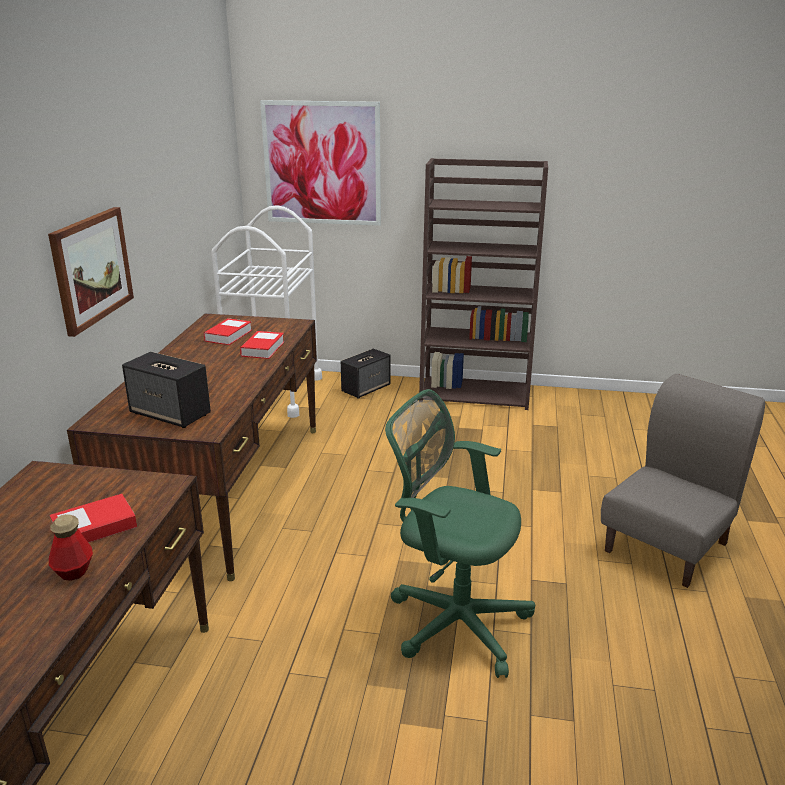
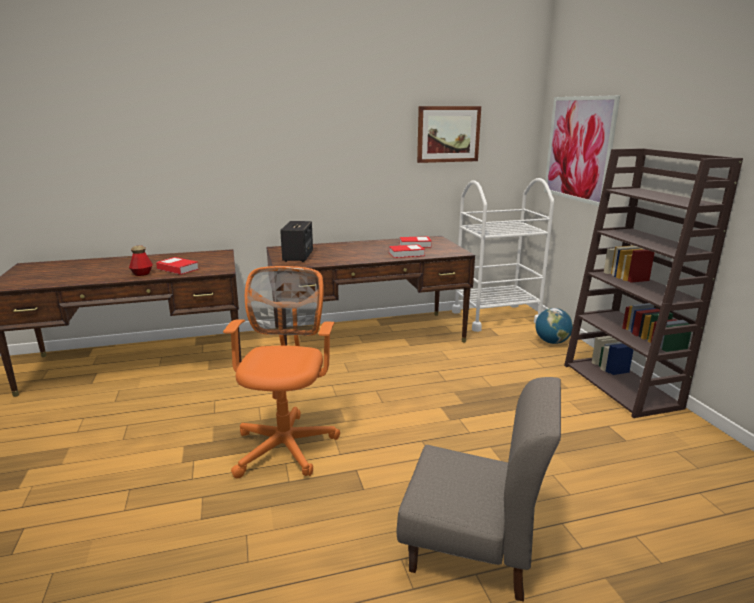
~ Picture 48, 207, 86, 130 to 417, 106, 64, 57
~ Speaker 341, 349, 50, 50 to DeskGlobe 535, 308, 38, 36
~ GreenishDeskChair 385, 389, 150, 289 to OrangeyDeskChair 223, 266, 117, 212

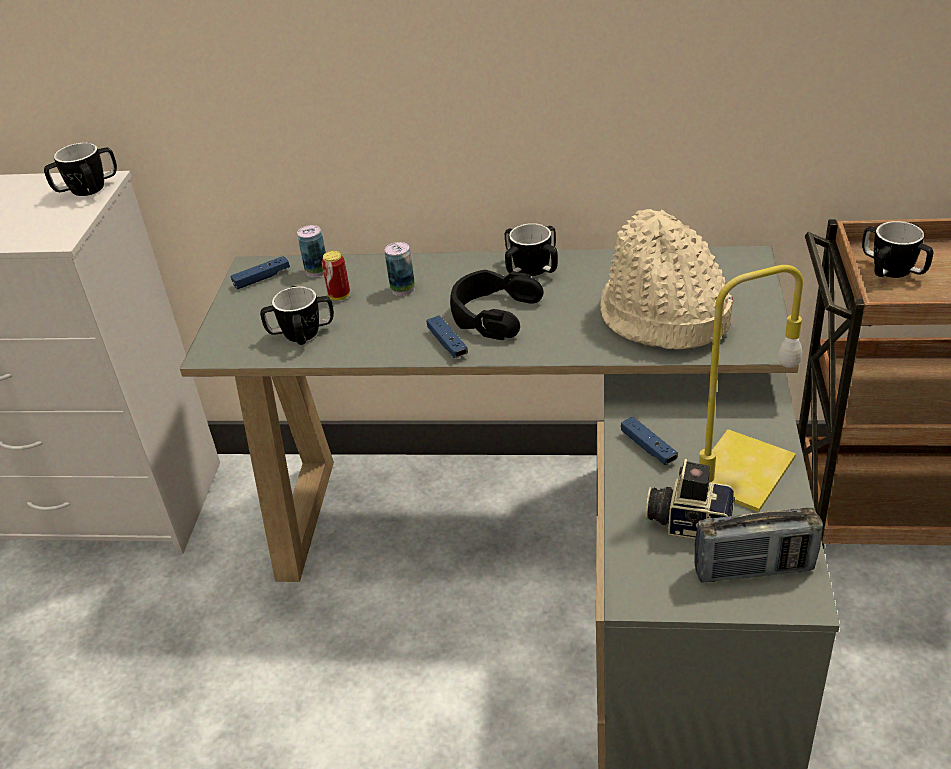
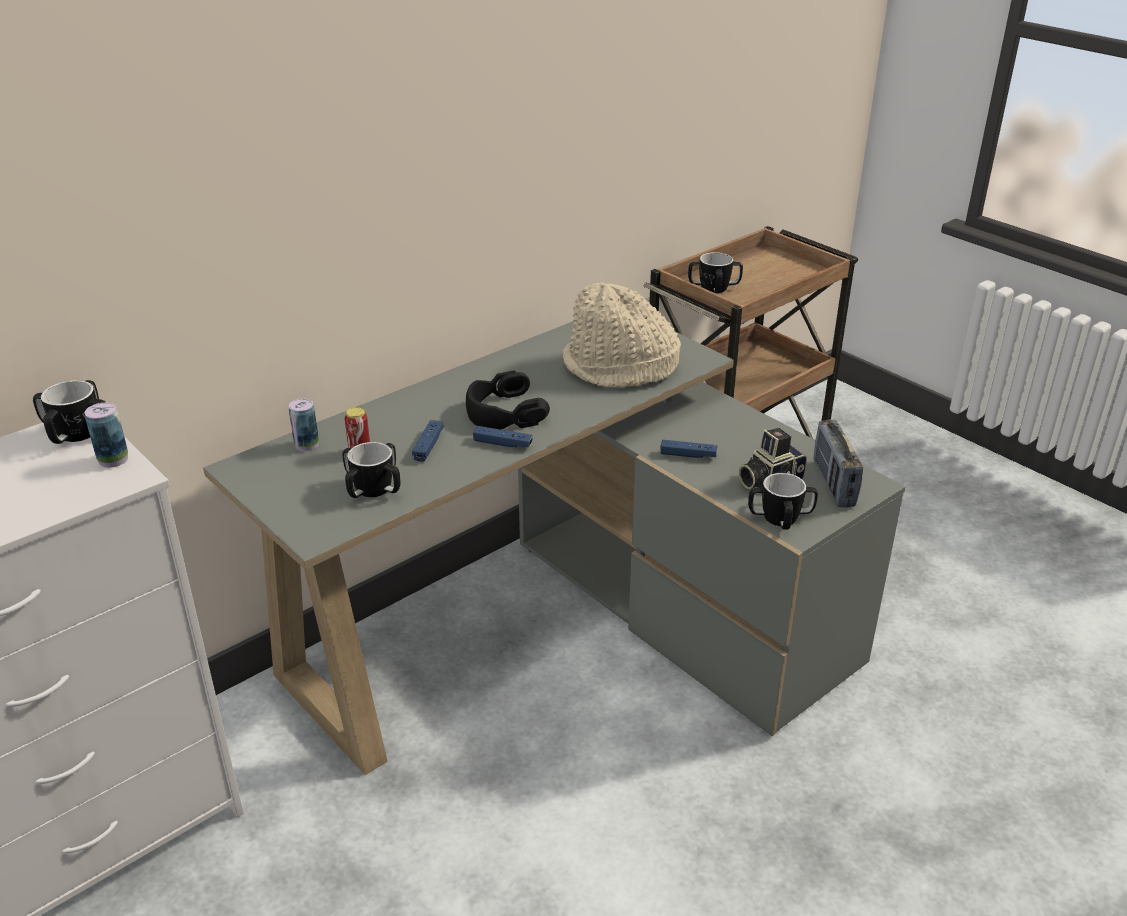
~ BlueColouredJoypad 231, 256, 59, 33 to 412, 420, 32, 42
~ Can 385, 242, 30, 54 to 85, 403, 43, 65
~ Mug 505, 223, 53, 53 to 748, 471, 70, 59
~ RadioSet 694, 508, 129, 75 = 814, 420, 49, 87 135 degrees clockwise
- YellowColouredLampForATable 699, 265, 104, 247

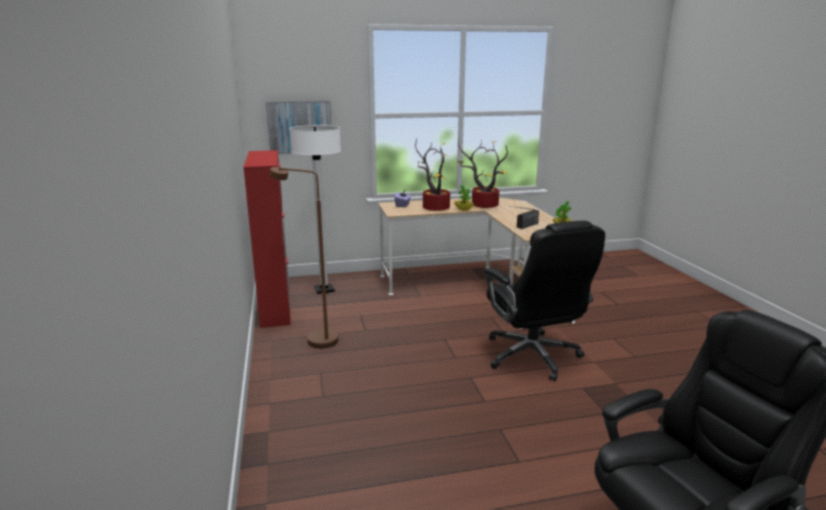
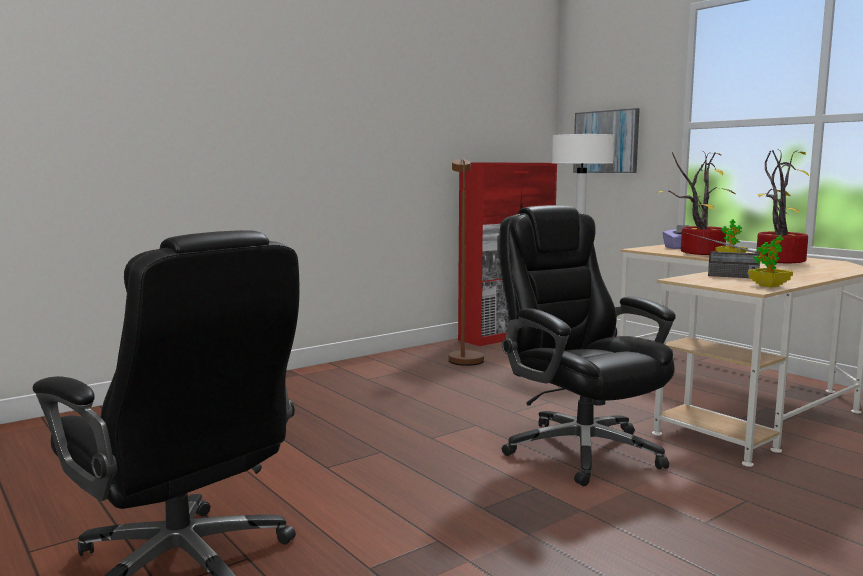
~ BlackishDeskChair 484, 221, 121, 160 = 499, 205, 177, 281 105 degrees clockwise

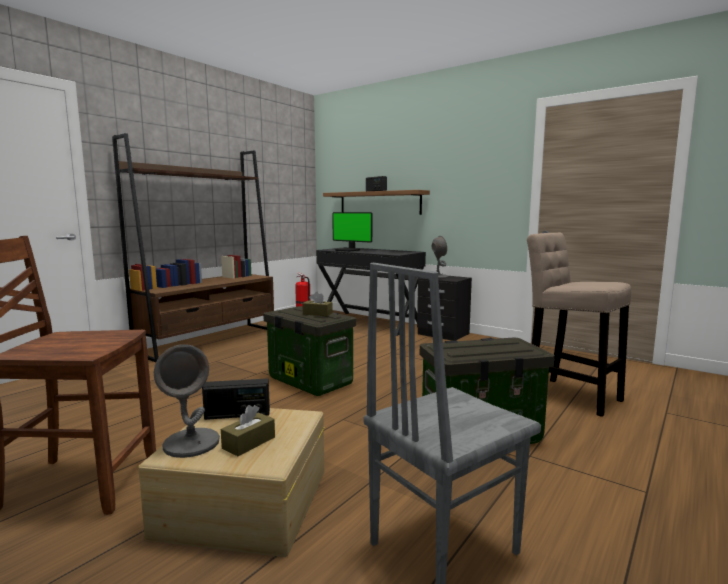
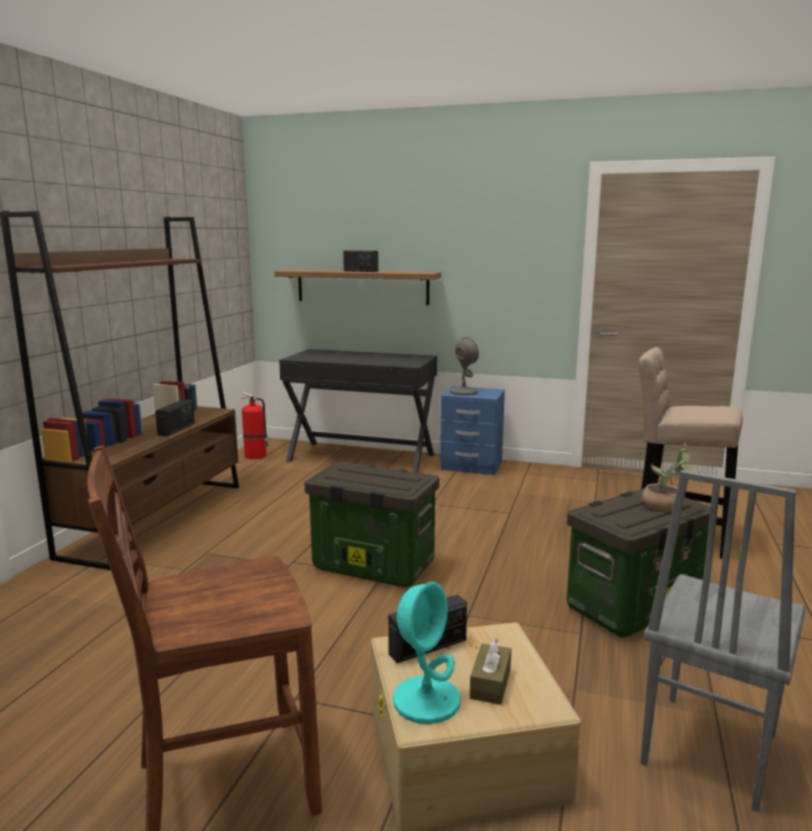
~ GrayLampForATable 154, 344, 66, 114 to TurquoiseLampForATable 393, 582, 68, 142
- BrownColouredBoxOfTissues 302, 292, 31, 24
- ComputerScreen 332, 212, 40, 40
~ BlackishBedsideTable 417, 276, 55, 65 to BlueColouredBedsideTable 440, 386, 65, 89
+ RadioSet 155, 399, 40, 37
+ PottedPlant 642, 443, 57, 68

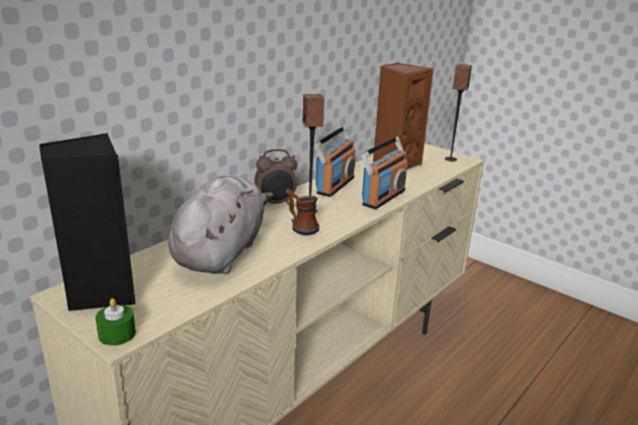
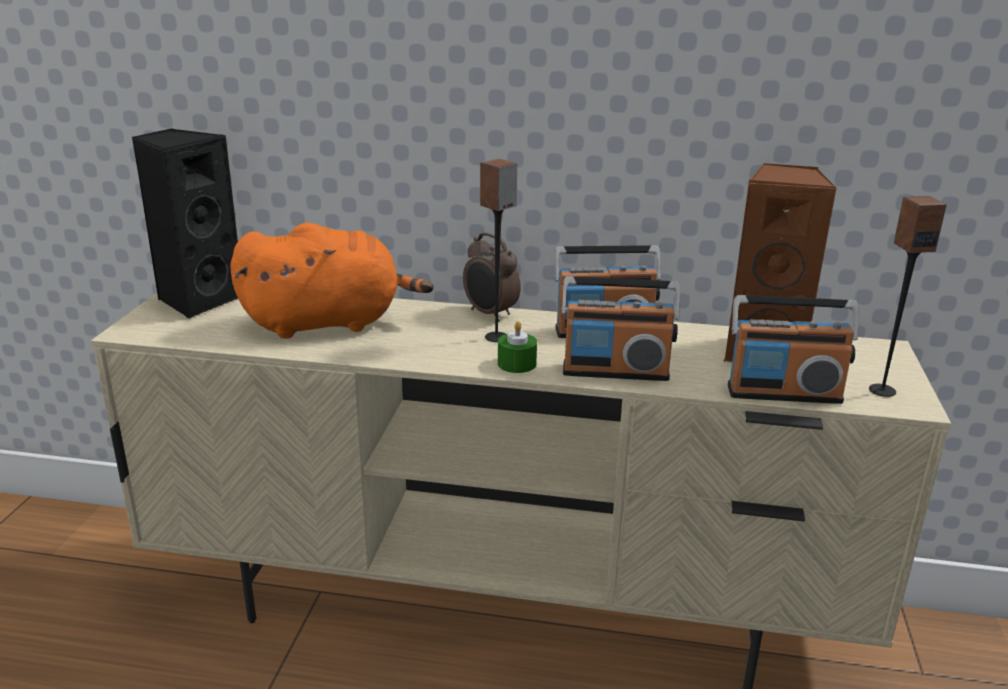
~ GreenishWaxLight 95, 298, 41, 48 to 498, 321, 39, 52
~ GrayCuddlyToy 168, 175, 106, 99 to OrangeyCuddlyToy 230, 223, 204, 115
- Mug 285, 188, 34, 47
+ RadioSet 728, 295, 131, 109

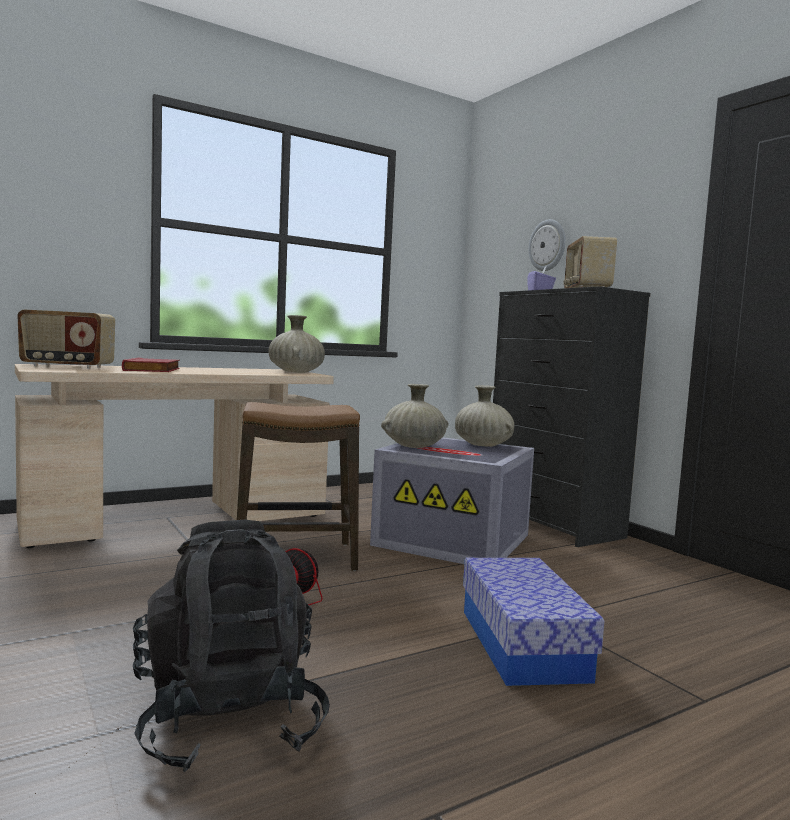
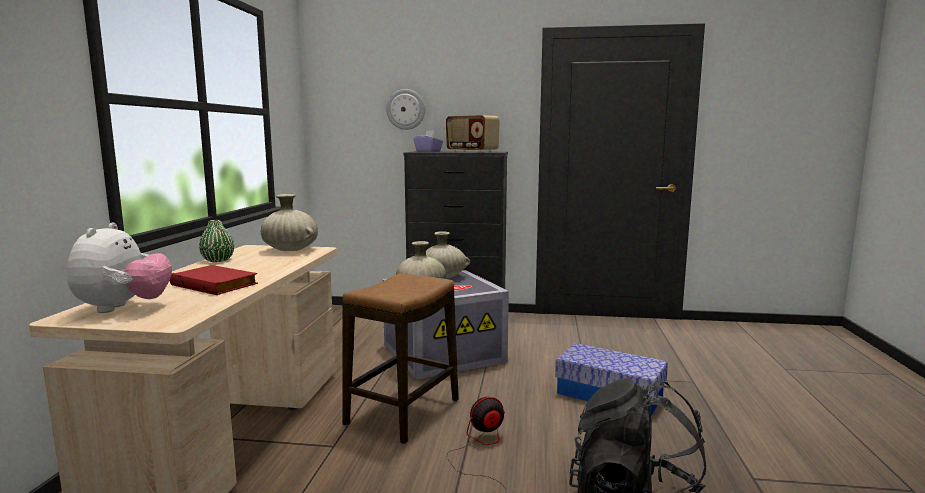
~ RadioSet 17, 310, 98, 59 to CuddlyToy 67, 223, 105, 90
+ GreenishDecorativeVase 199, 220, 35, 42

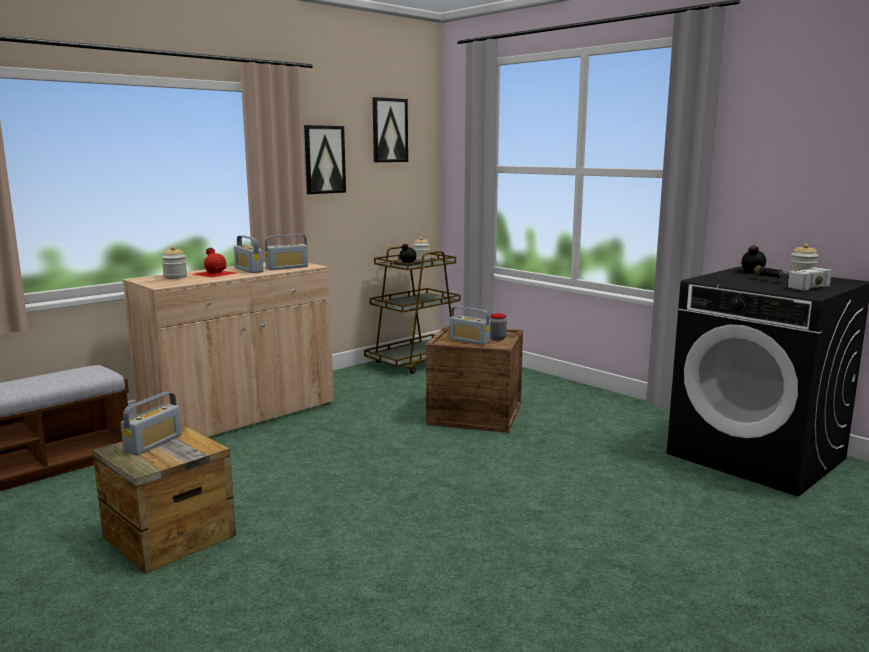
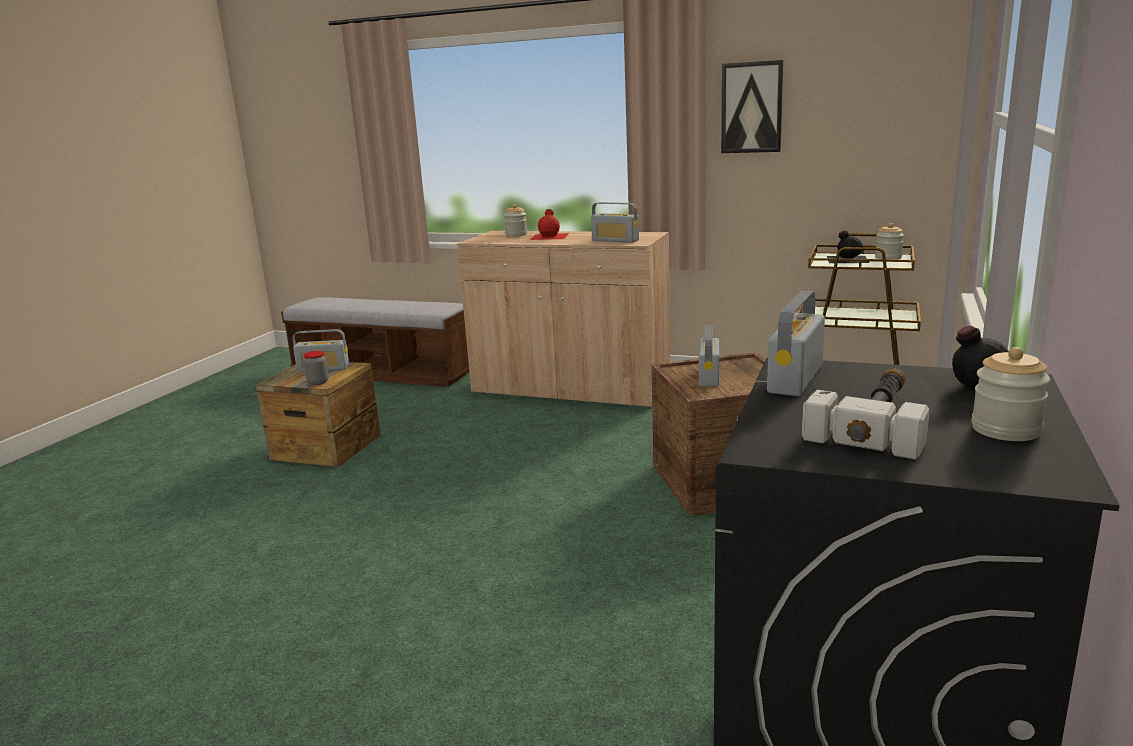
~ RadioSet 234, 235, 30, 38 to 767, 291, 58, 105
- Picture 372, 97, 36, 65
~ StorageJar 490, 314, 17, 26 to 303, 351, 26, 34

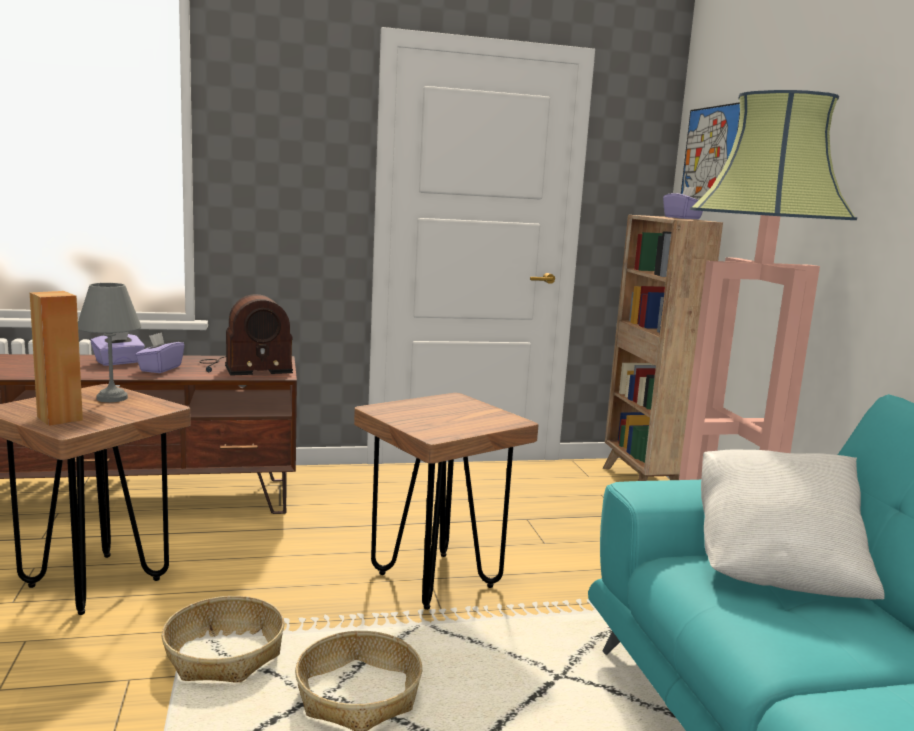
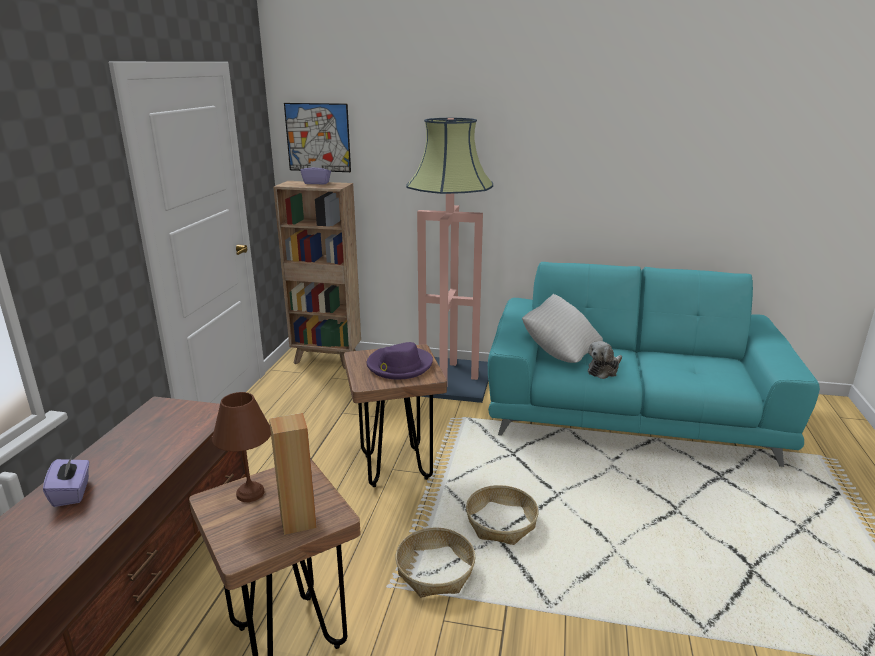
~ GrayLampForATable 78, 283, 63, 119 to BrownColouredLampForATable 212, 392, 59, 110
- PurpleBoxOfTissues 135, 332, 49, 41
- RadioSet 199, 294, 94, 82
+ PurpleClothingHat 367, 342, 66, 37
+ CuddlyToy 588, 341, 34, 38

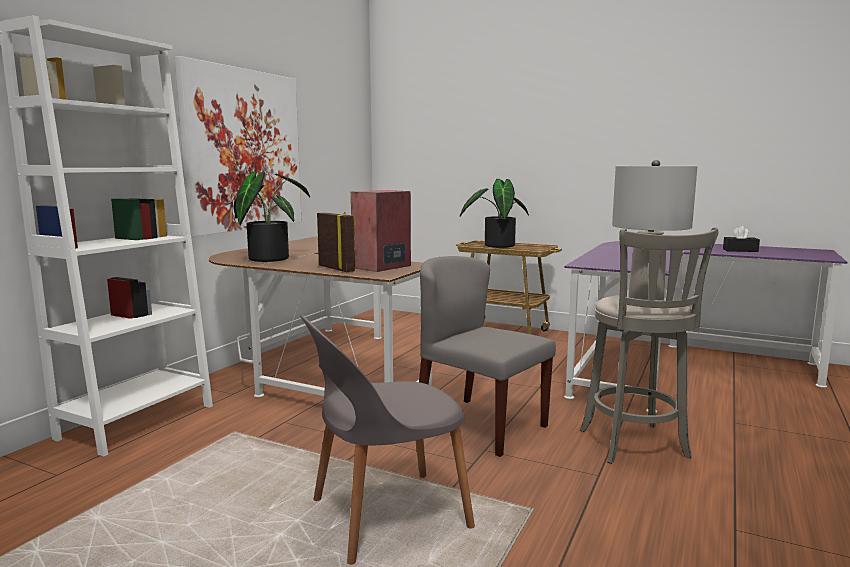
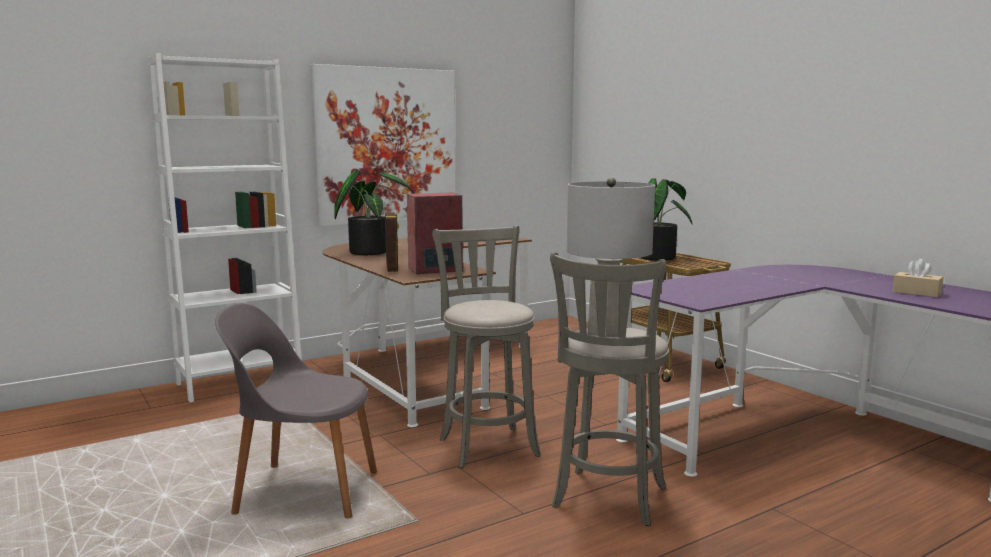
~ GrayPlainChair 419, 256, 137, 201 to GrayStoolSeat 432, 225, 109, 243
~ BlackishBoxOfTissues 723, 226, 37, 26 to SandColouredBoxOfTissues 892, 259, 51, 38

